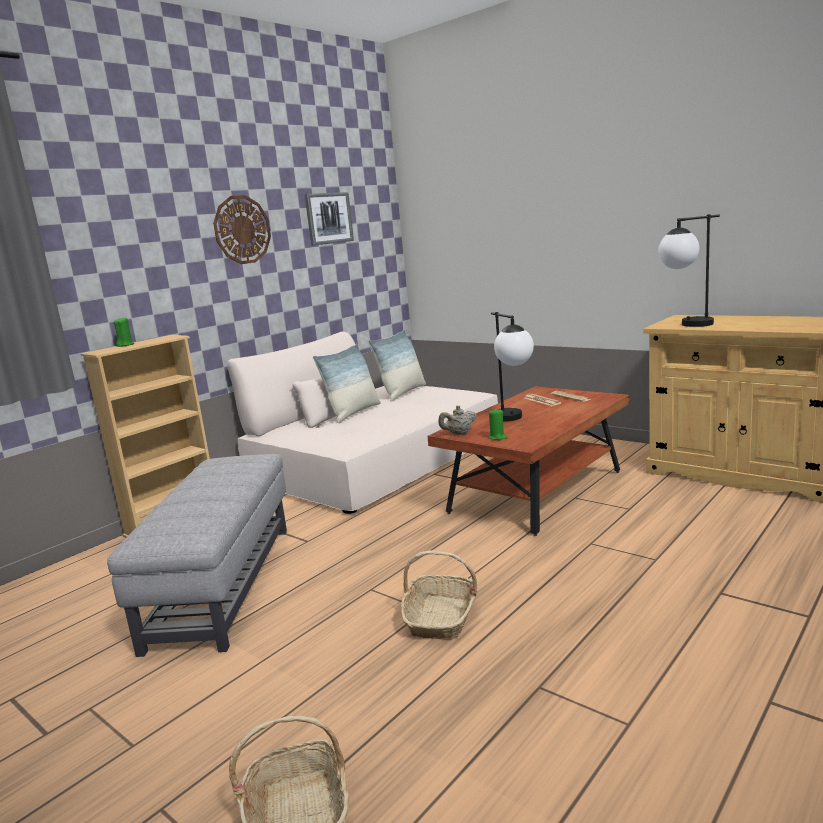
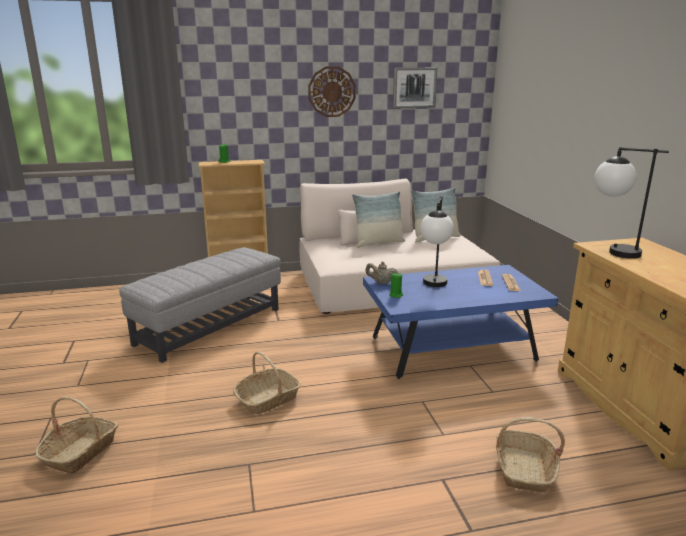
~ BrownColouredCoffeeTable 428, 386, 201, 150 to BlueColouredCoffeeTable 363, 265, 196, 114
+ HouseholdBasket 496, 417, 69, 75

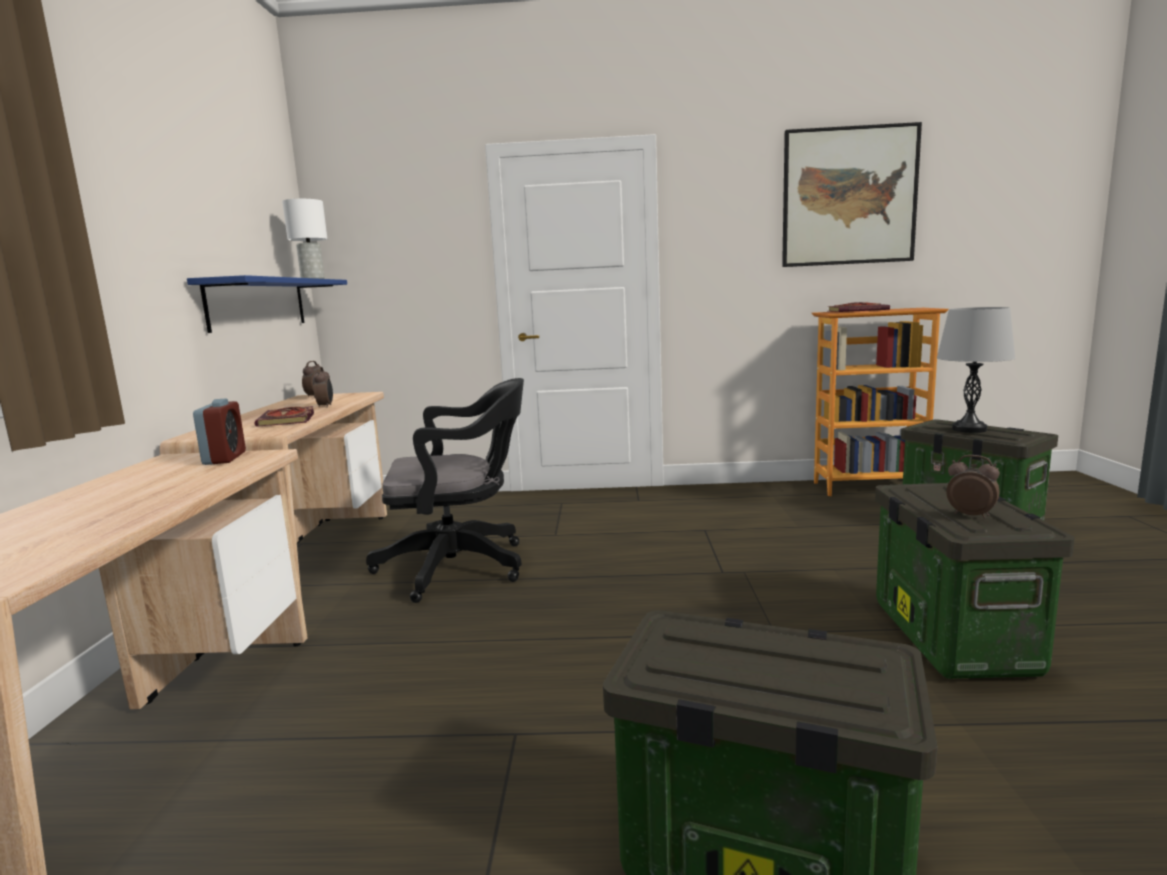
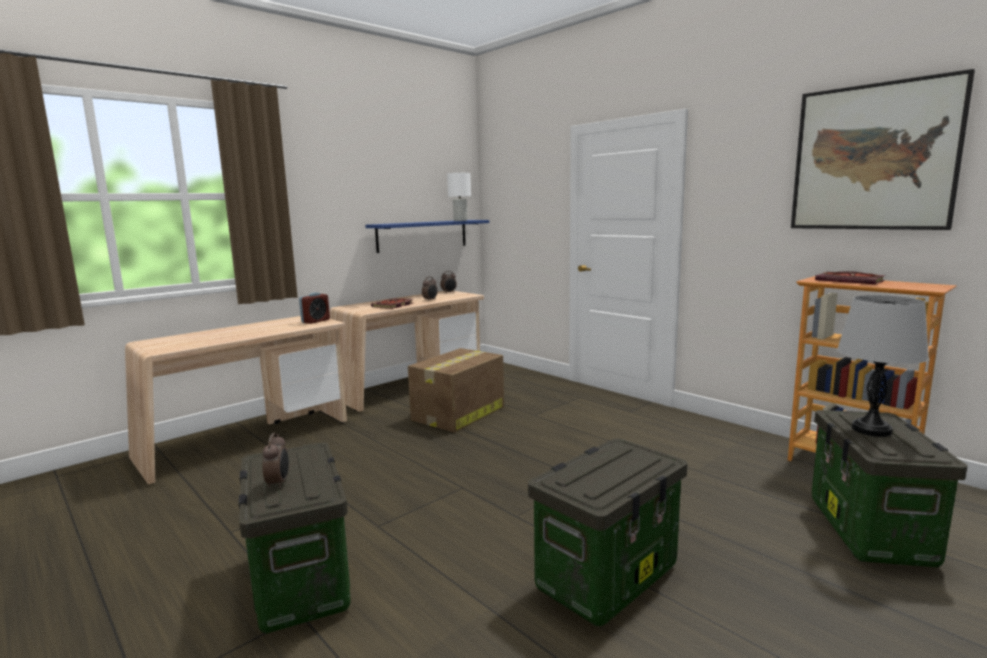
~ BlackishDeskChair 366, 378, 158, 225 to PackingBox 408, 348, 96, 85
~ TableClock 946, 455, 54, 63 to 263, 433, 26, 56

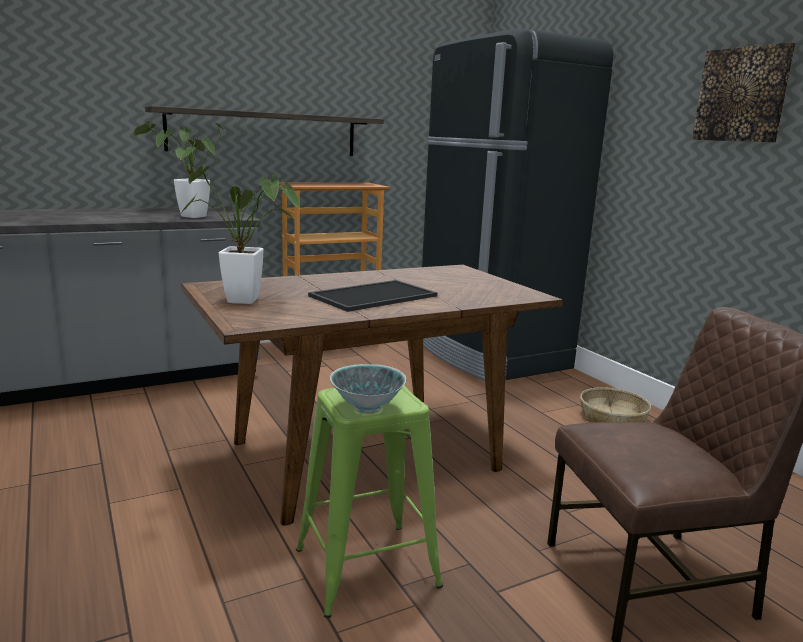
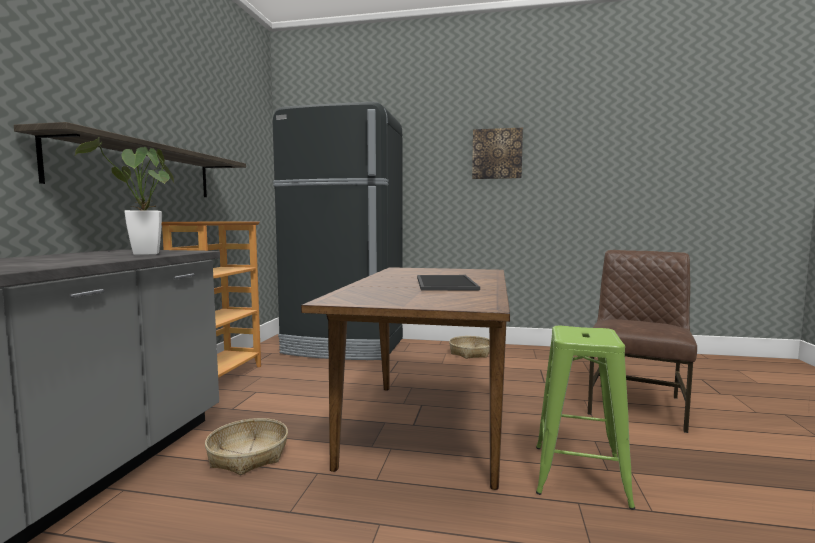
- PottedPlant 182, 166, 119, 138
- ServingBowl 330, 364, 76, 49
+ HouseholdBasket 205, 418, 83, 57

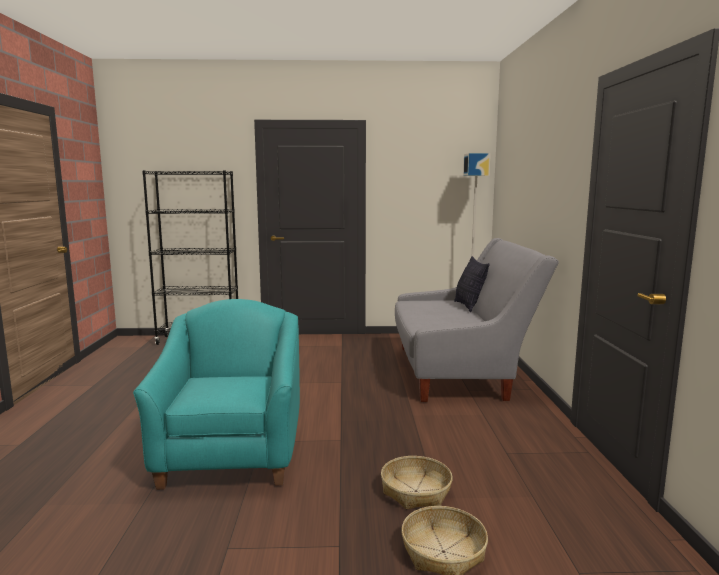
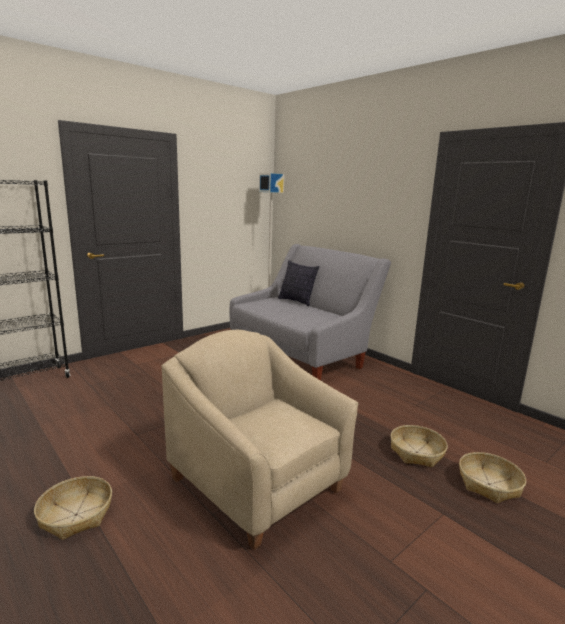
~ TurquoiseLoungeChair 133, 299, 167, 191 to SandColouredLoungeChair 162, 330, 197, 220
+ HouseholdBasket 34, 476, 78, 64

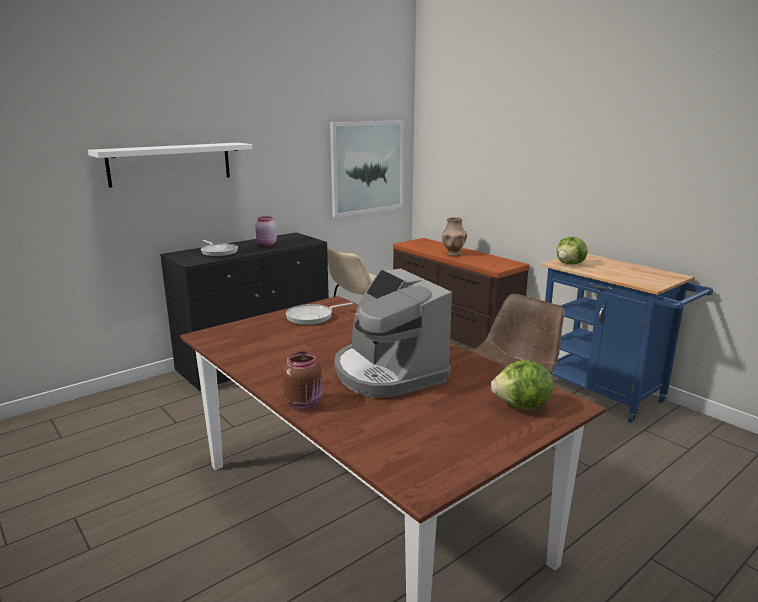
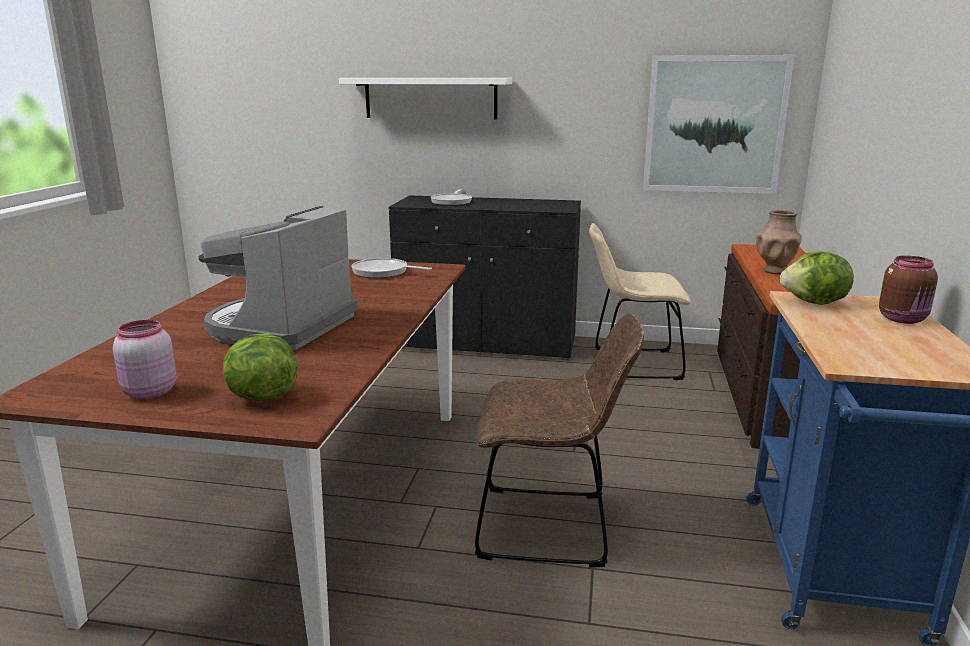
~ PinkColouredStorageJar 255, 216, 22, 30 to 113, 320, 64, 79
~ BrownColouredStorageJar 283, 352, 39, 57 to 879, 256, 59, 68

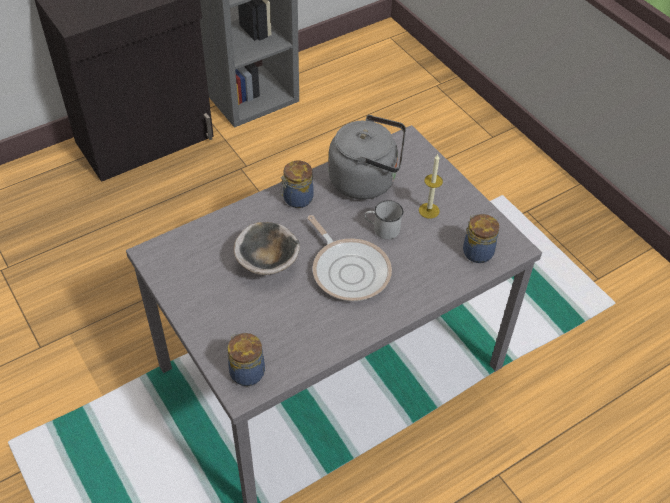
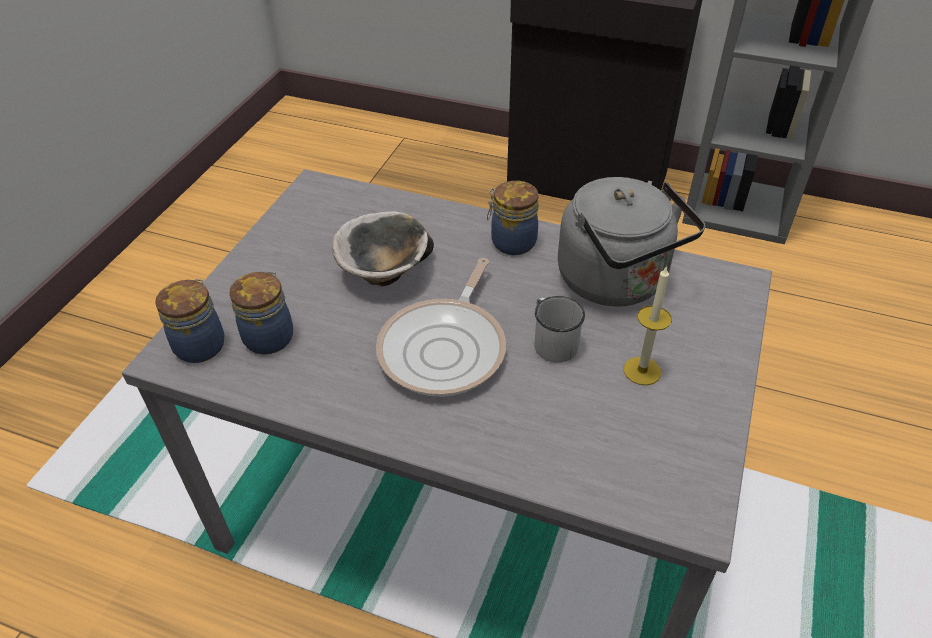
~ StorageJar 463, 214, 36, 49 to 229, 271, 64, 84

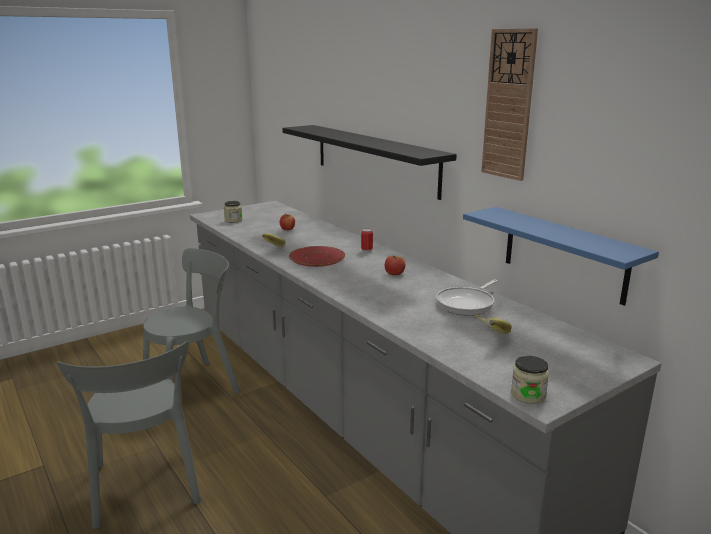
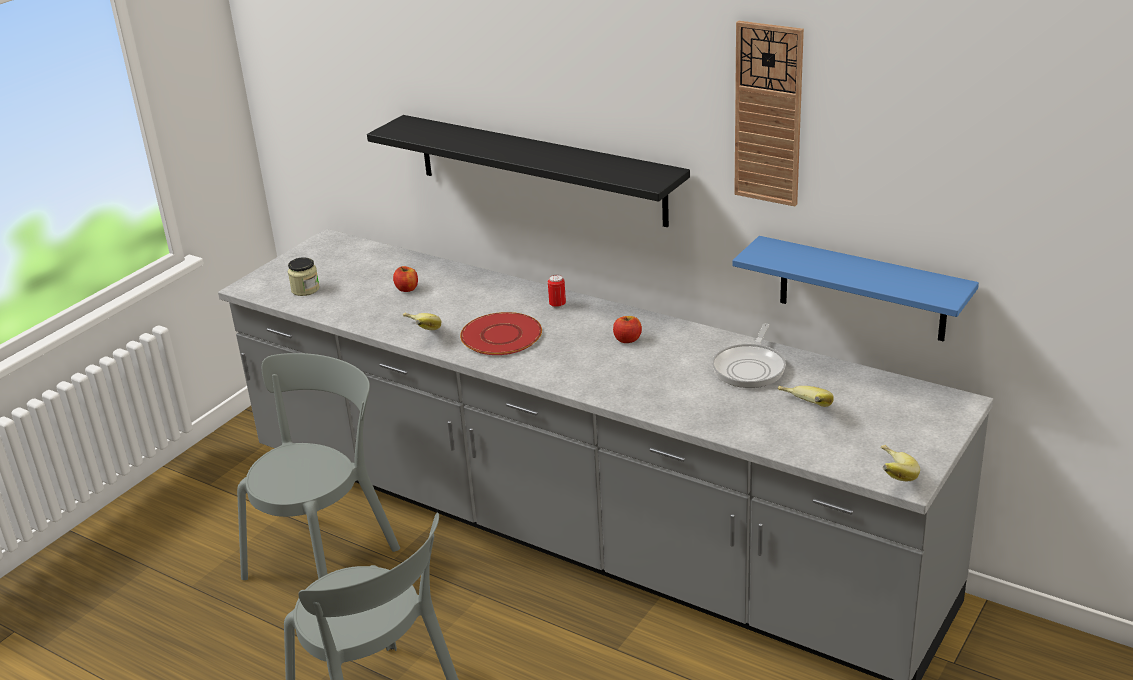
~ StorageJar 511, 356, 38, 48 to WholeBanana 881, 445, 39, 36

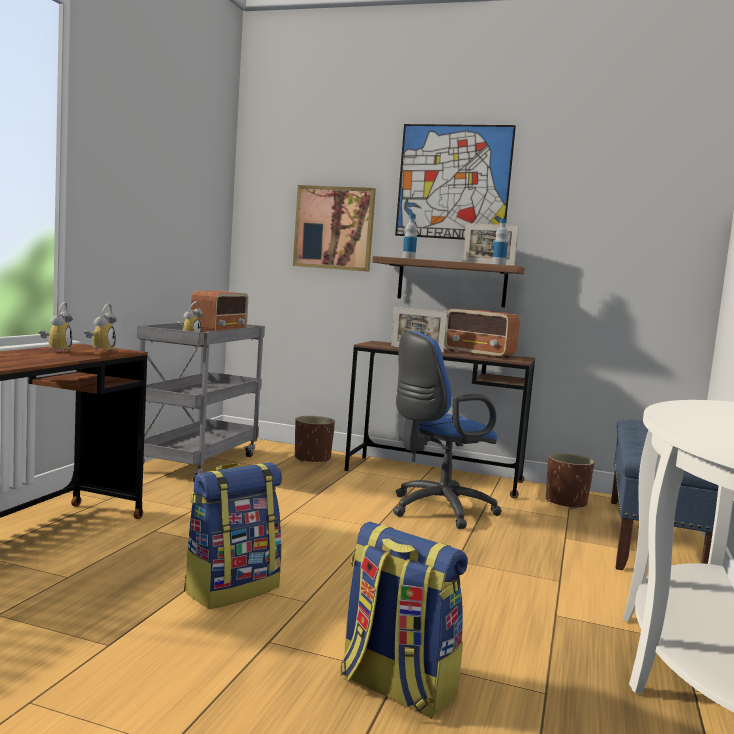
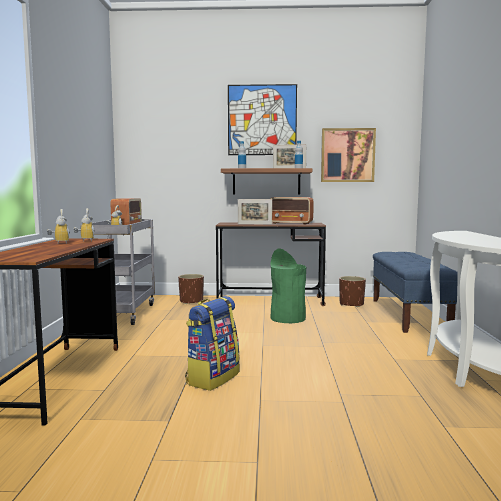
~ Picture 293, 185, 83, 87 to 321, 128, 55, 54
- Backpack 341, 522, 127, 197
~ BlueColouredDeskChair 393, 331, 109, 198 to GreenishRubbishBin 270, 249, 36, 74

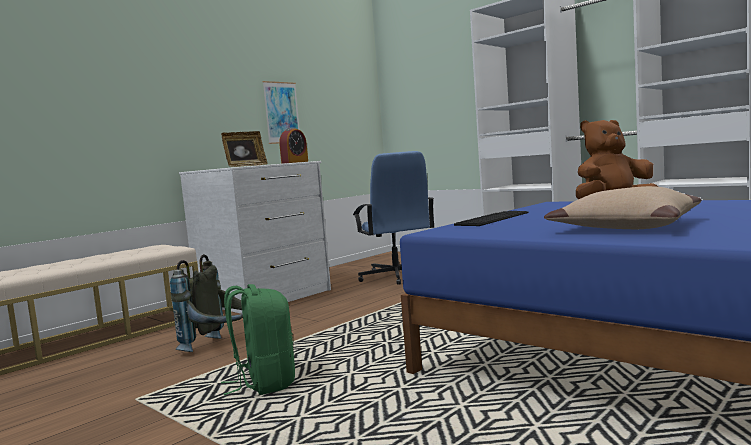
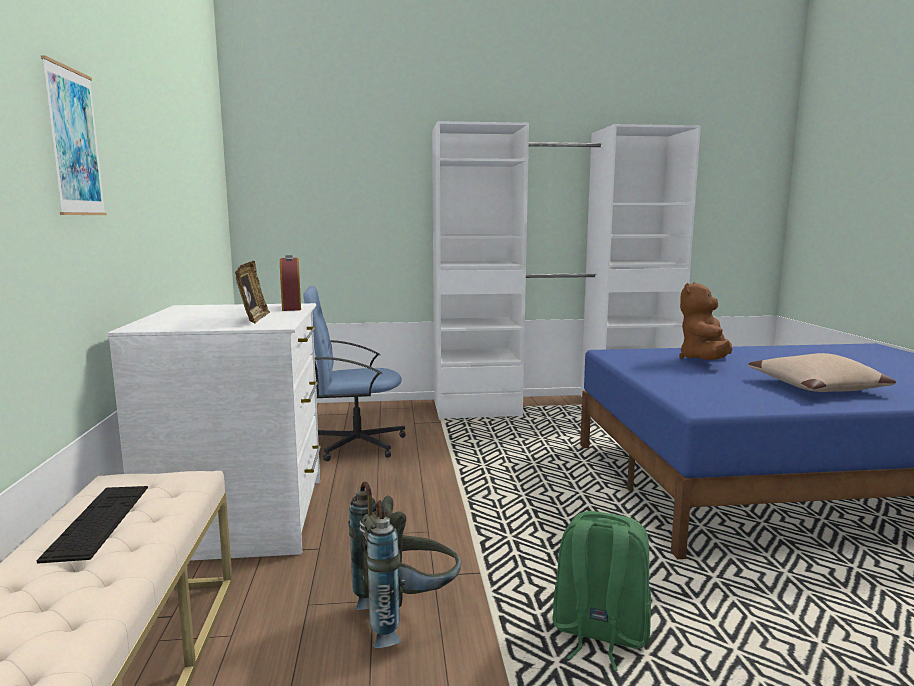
~ Picture 262, 81, 38, 63 to 41, 55, 66, 160
~ BlueColouredDeskChair 353, 151, 81, 134 = 304, 286, 102, 175 150 degrees clockwise
~ ComputerKeyboard 454, 211, 75, 15 to 37, 486, 111, 78

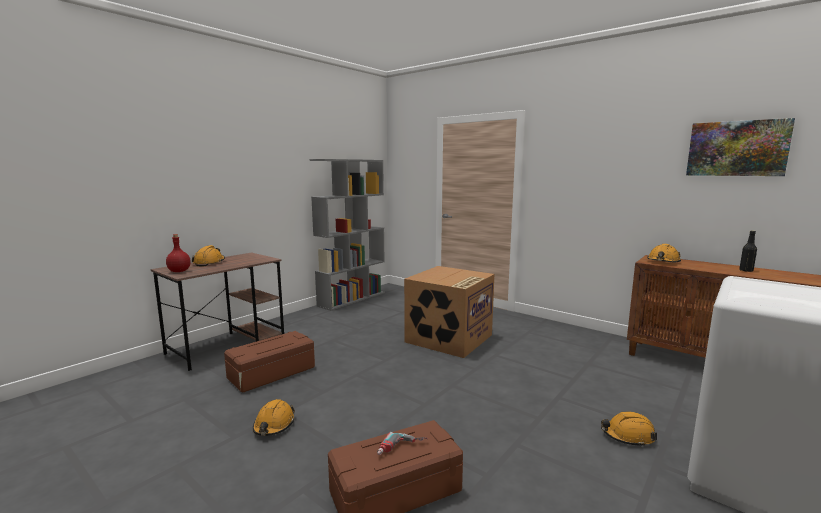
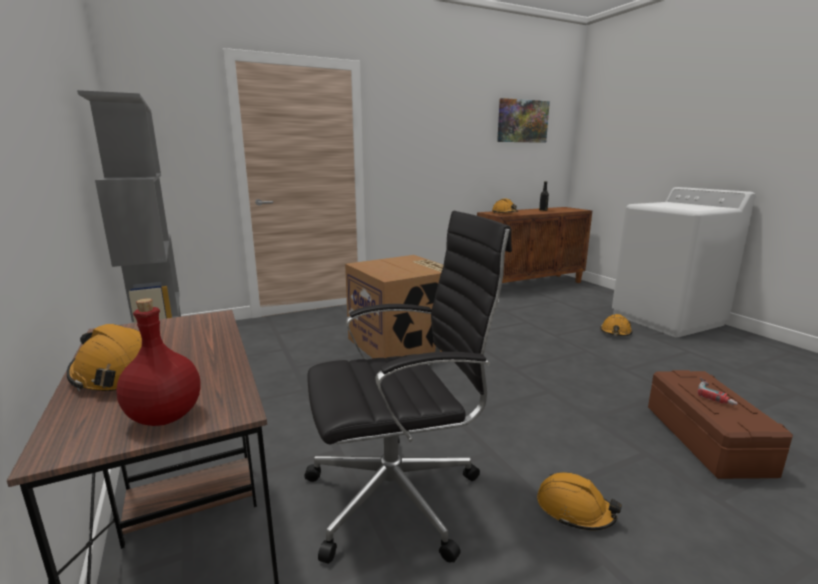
~ BrownColouredStorageBin 224, 331, 91, 62 to BlackishDeskChair 304, 211, 208, 353

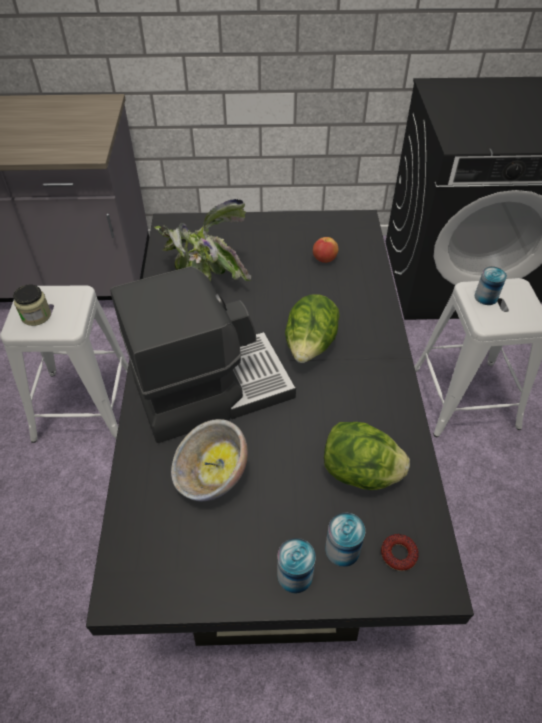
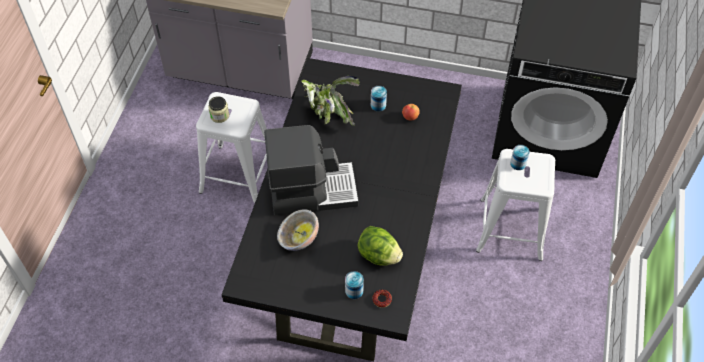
~ Can 277, 538, 39, 55 to 371, 86, 16, 26
- LettuceHead 285, 294, 55, 69

